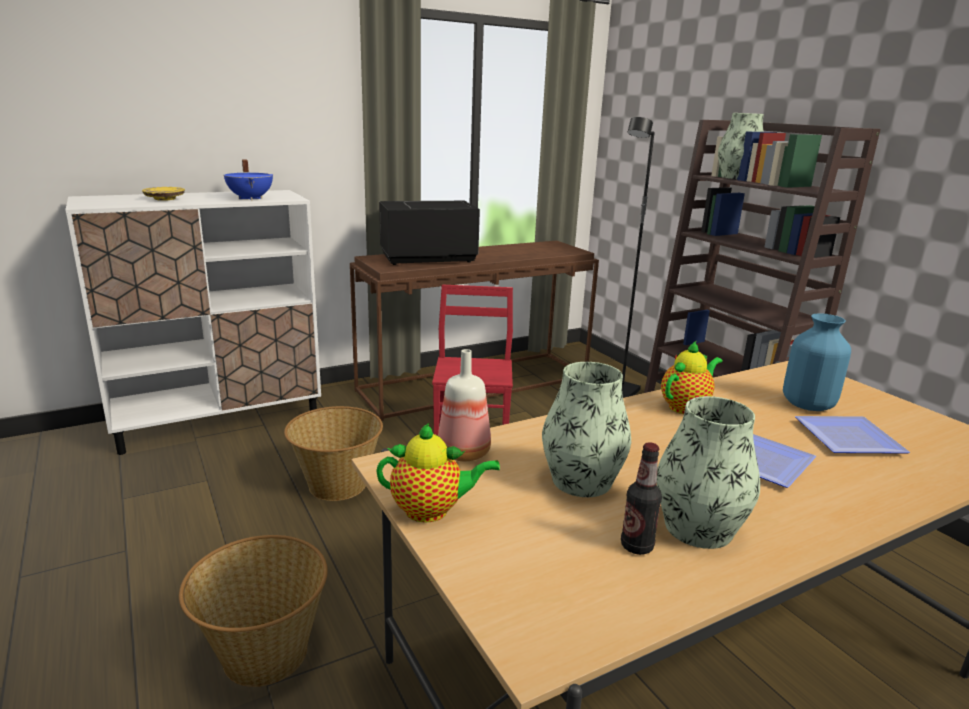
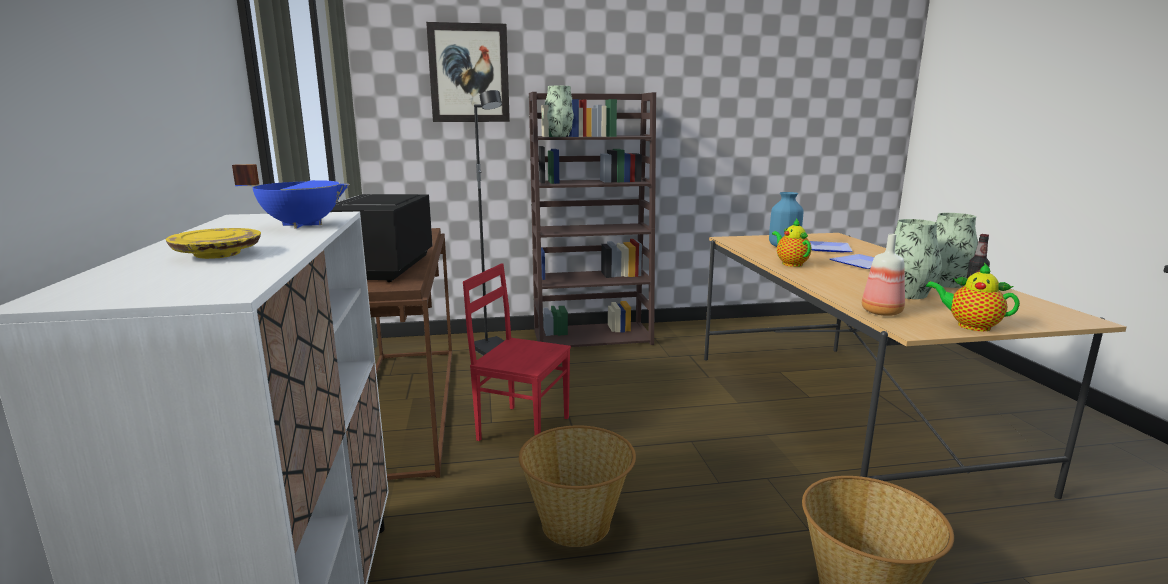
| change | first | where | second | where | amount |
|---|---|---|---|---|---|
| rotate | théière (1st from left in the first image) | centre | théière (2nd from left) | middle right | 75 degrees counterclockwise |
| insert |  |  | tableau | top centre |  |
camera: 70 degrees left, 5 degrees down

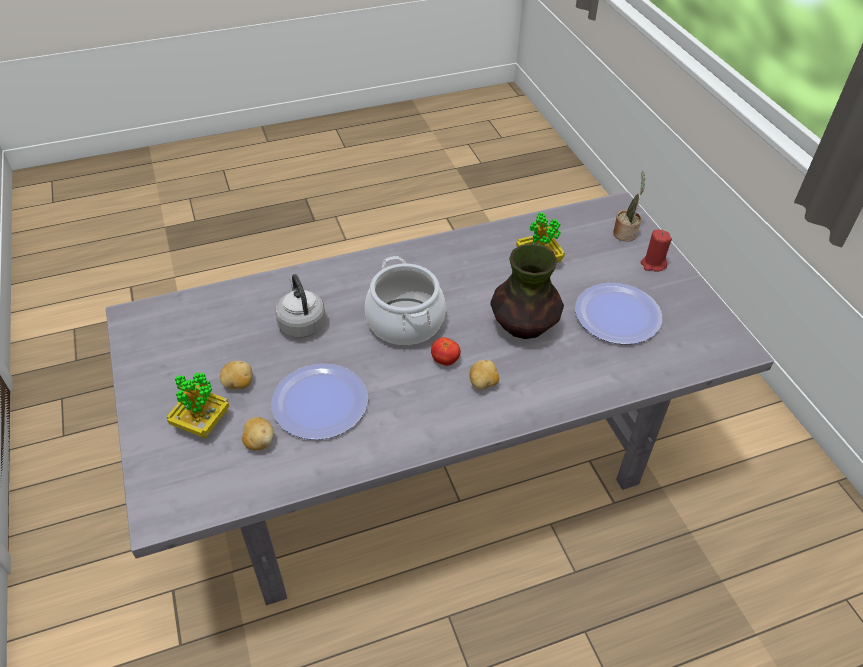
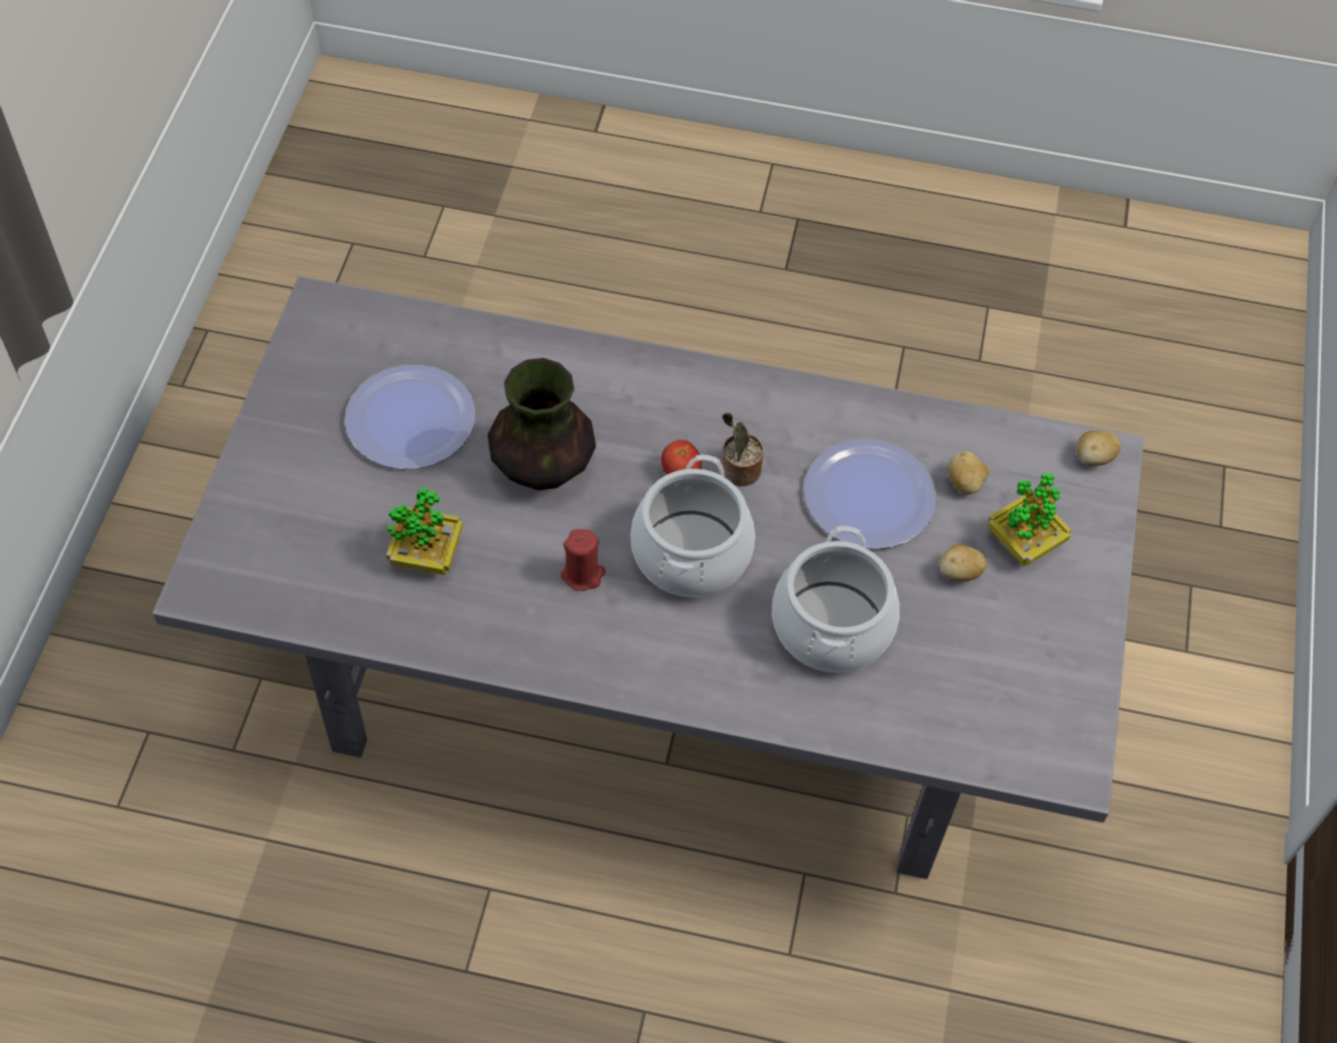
| change | first | where | second | where | amount |
|---|---|---|---|---|---|
| replace | bouilloire (gris) | centre | marmite (2nd from left) | centre |  |
| move | pomme de terre (3rd from left) | centre |  | middle right |  |
| move | plante en pot (3rd from left in the first image) | top right | plante en pot (2nd from left) | centre |  |
| move | bougie (rouge) | middle right |  | centre |  |
camera: 150 degrees left, 10 degrees up

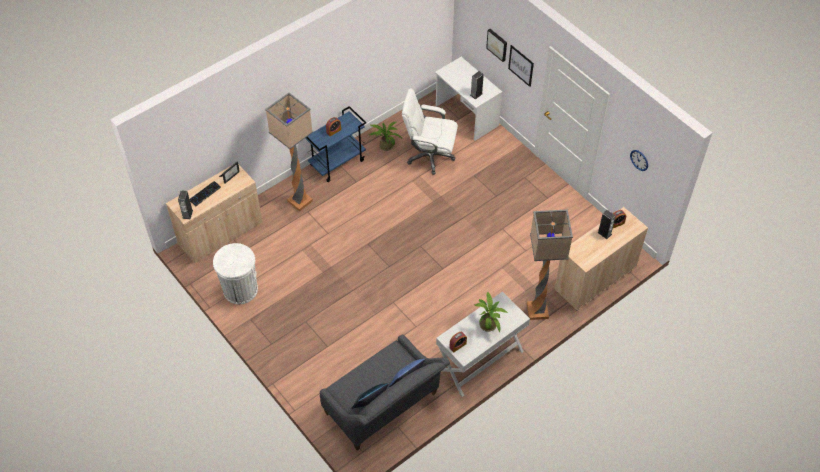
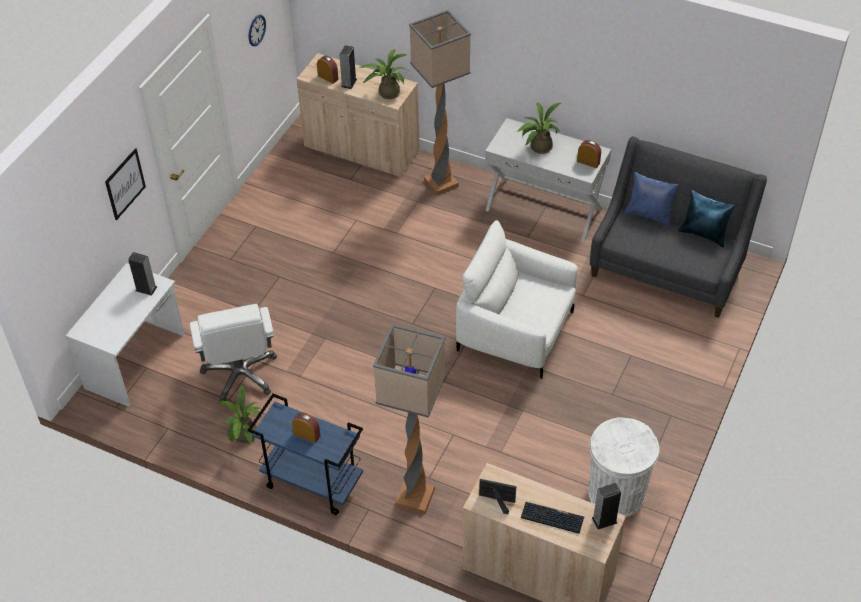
| change | first | where | second | where | amount |
|---|---|---|---|---|---|
| delete | tableau (1st from left) | top centre |  |  |  |
| insert |  |  | plante en pot (2nd from left) | top centre |  |
| insert |  |  | fauteuil (blanc) | centre |  |
camera: 115 degrees left, 5 degrees down

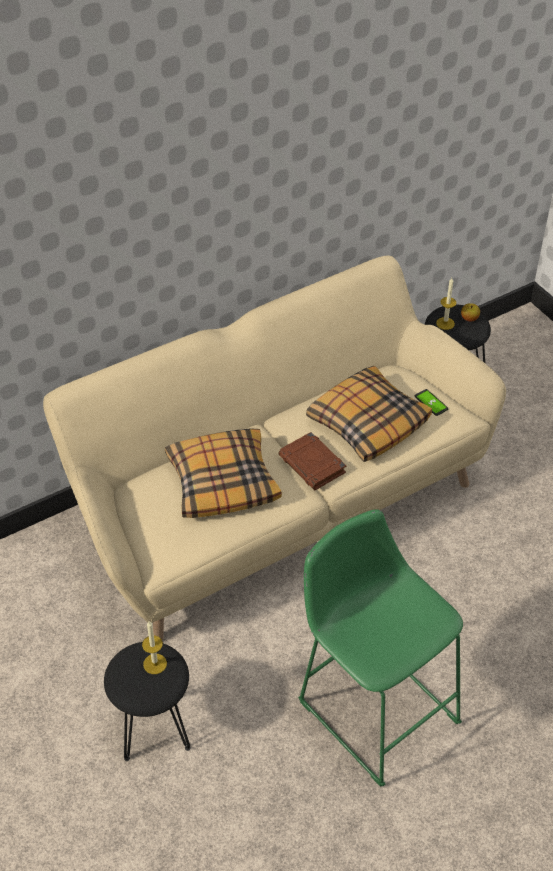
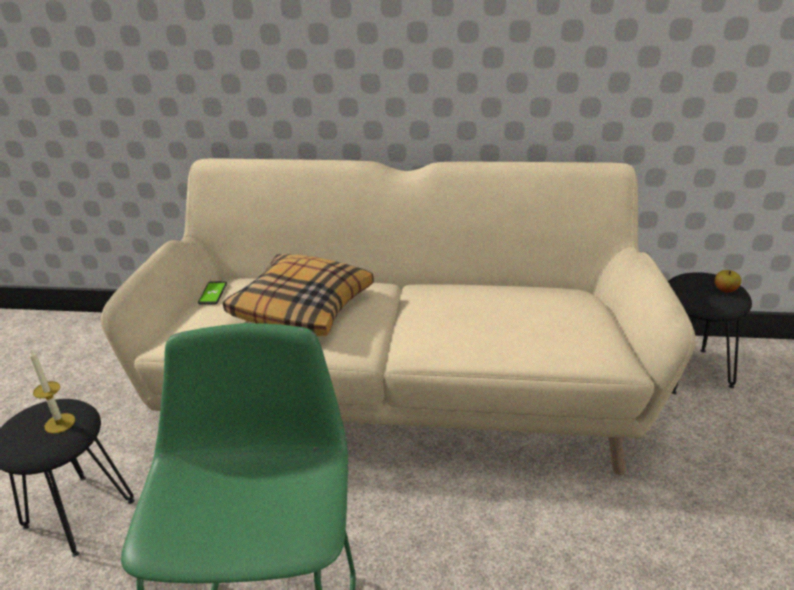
| change | first | where | second | where | amount |
|---|---|---|---|---|---|
| delete | livre (marron) | centre |  |  |  |
| delete | coussin (2nd from left) | middle right |  |  |  |
| move | téléphone | middle right |  | middle left |  |
| delete | bougie (2nd from left) | middle right |  |  |  |
camera: 40 degrees right, 15 degrees down

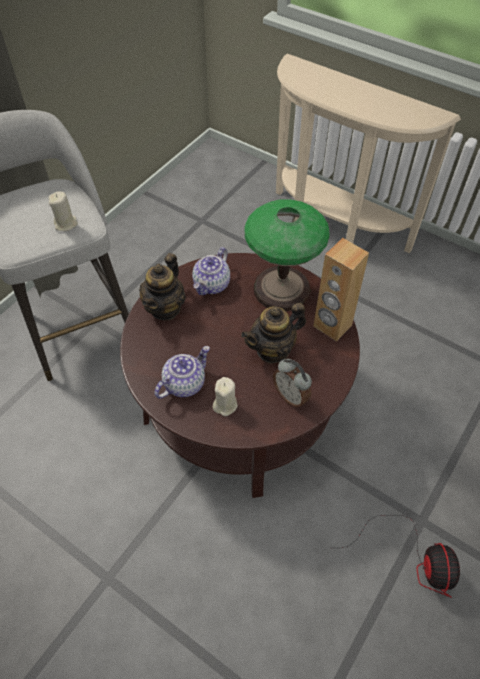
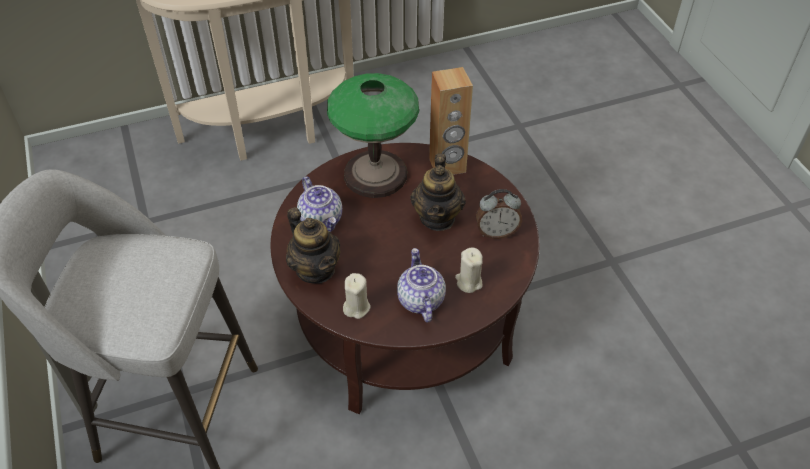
| change | first | where | second | where | amount |
|---|---|---|---|---|---|
| move | bougie (beige) (1st from left) | top left |  | centre |  |
| delete | ventilateur | bottom right |  |  |  |
camera: 55 degrees left, 5 degrees down

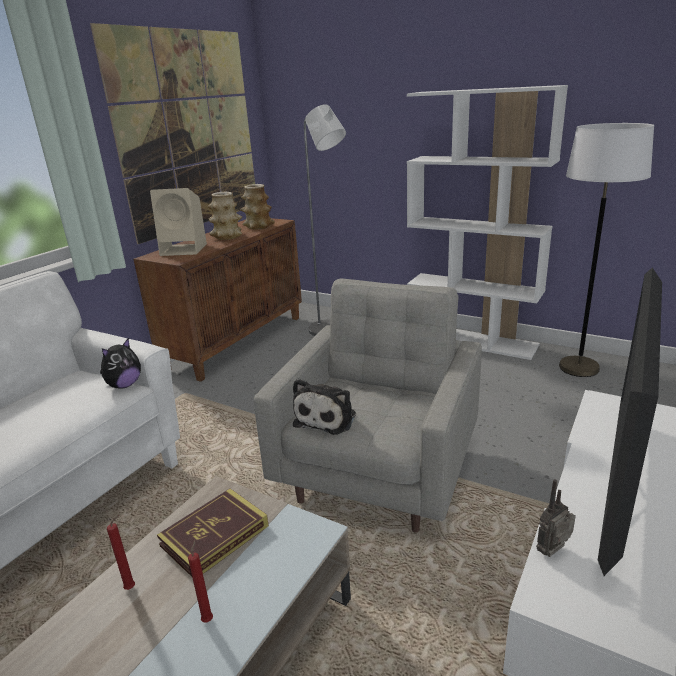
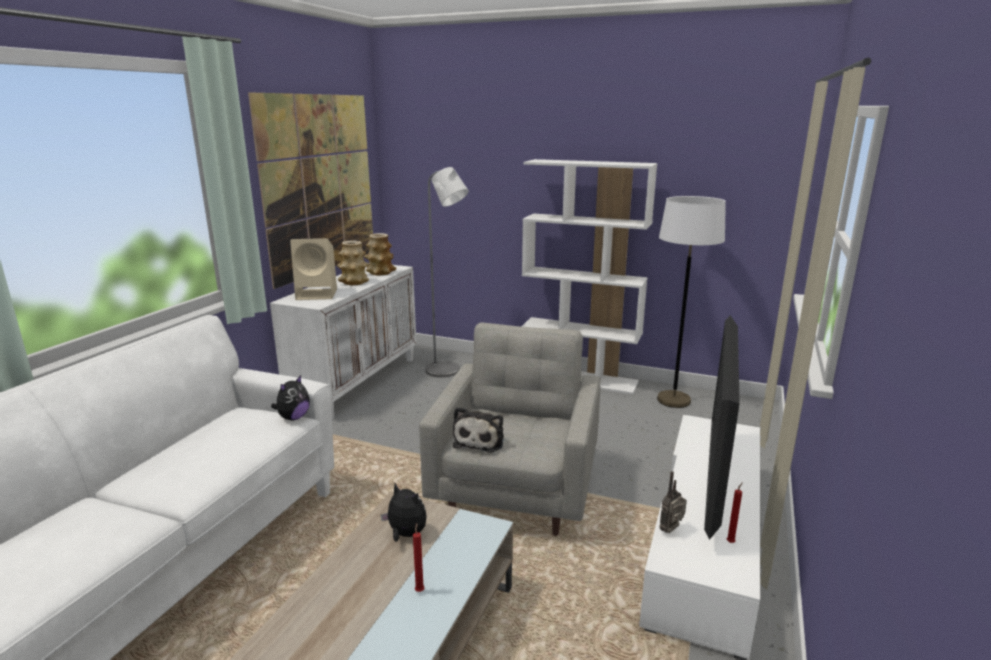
| change | first | where | second | where | amount |
|---|---|---|---|---|---|
| move | bougie (rouge) (1st from left in the first image) | bottom left | bougie (rouge) (2nd from left) | bottom right |  |
| recolor | meuble de rangement (marron) | middle left | meuble de rangement (blanc) | centre |  |
| replace | livre | bottom left | peluche (2nd from left) | bottom centre |  |
camera: 10 degrees left, 5 degrees down

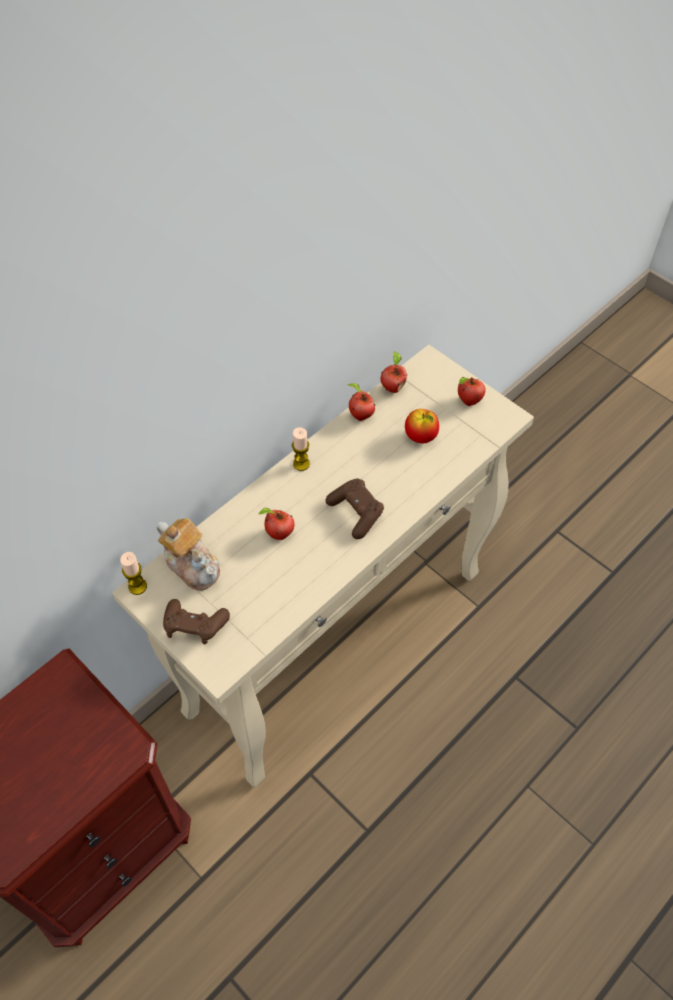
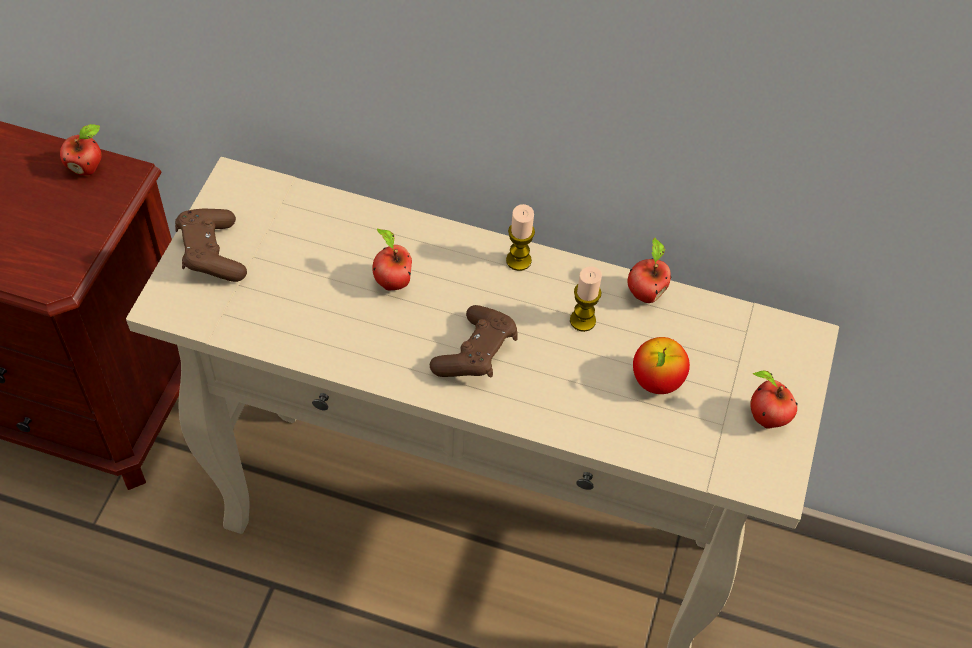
| change | first | where | second | where | amount |
|---|---|---|---|---|---|
| move | bougie (1st from left in the first image) | middle left | bougie (2nd from left) | centre |  |
| delete | théière | middle left |  |  |  |
| move | pomme (3rd from left in the first image) | centre | pomme (1st from left) | top left |  |
camera: 60 degrees right, 0 degrees up

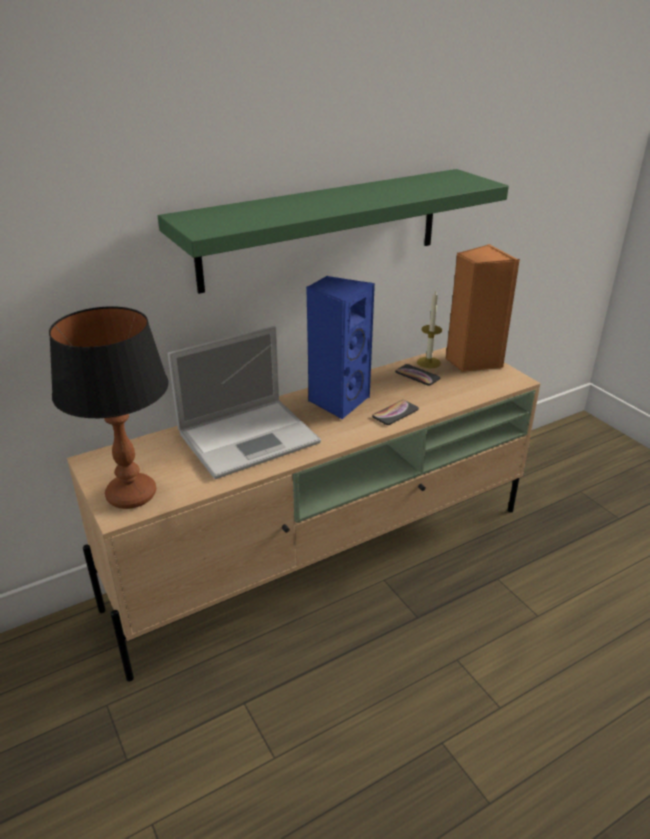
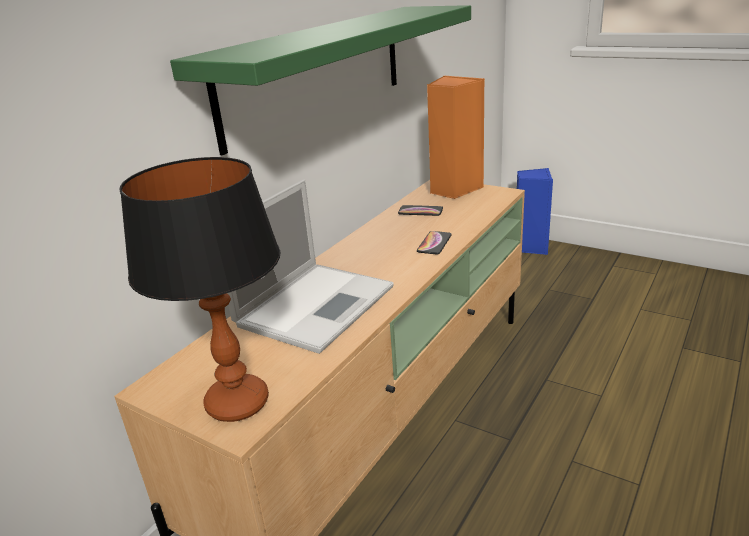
| change | first | where | second | where | amount |
|---|---|---|---|---|---|
| move | enceinte (bleu) | centre |  | middle right |  |
| delete | bougie | centre |  |  |  |
camera: 25 degrees left, 5 degrees down

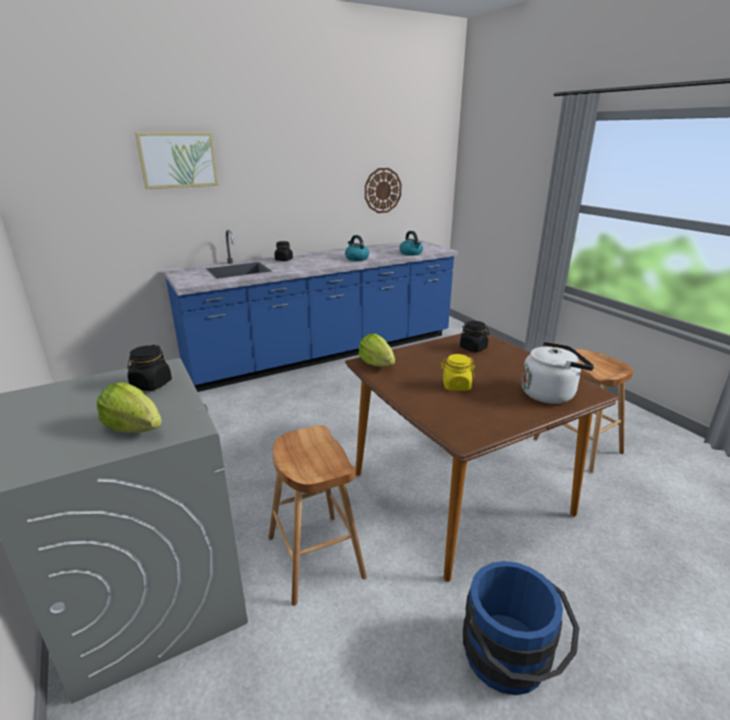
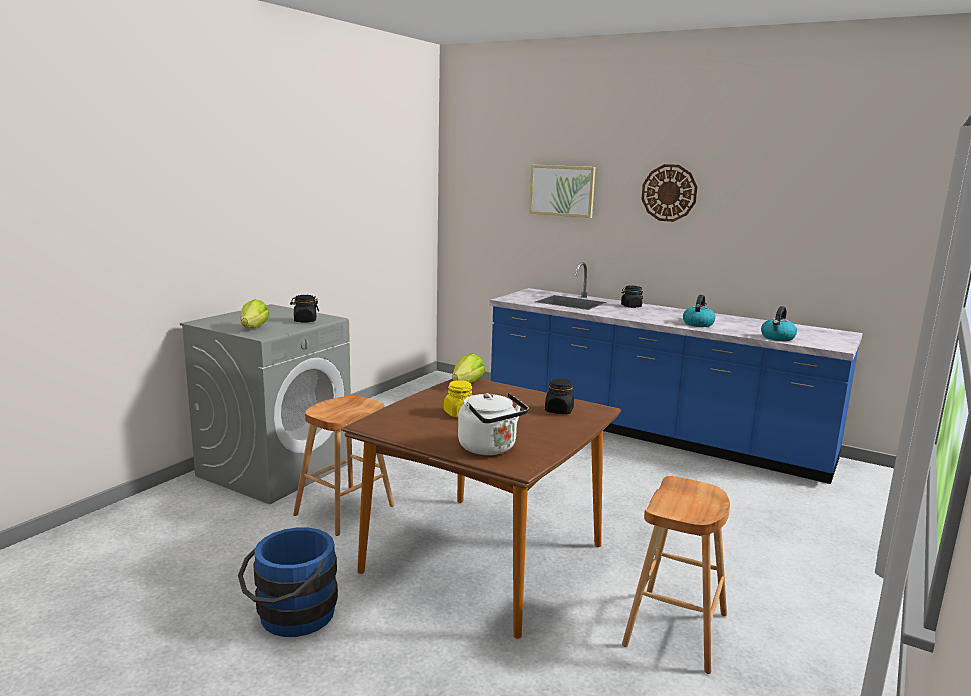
| change | first | where | second | where | amount |
|---|---|---|---|---|---|
| move | horloge murale | top centre |  | top right |  |
camera: 60 degrees right, 10 degrees down

